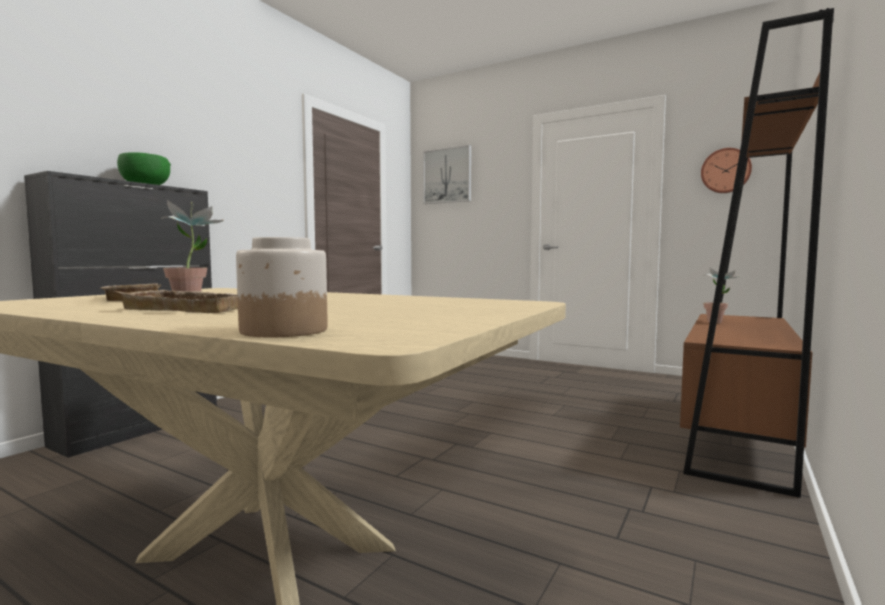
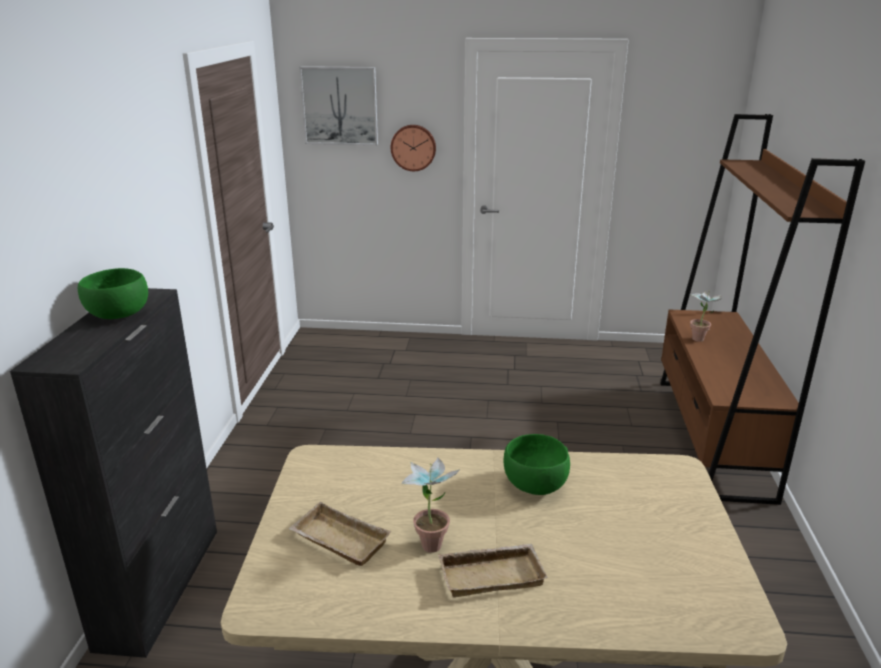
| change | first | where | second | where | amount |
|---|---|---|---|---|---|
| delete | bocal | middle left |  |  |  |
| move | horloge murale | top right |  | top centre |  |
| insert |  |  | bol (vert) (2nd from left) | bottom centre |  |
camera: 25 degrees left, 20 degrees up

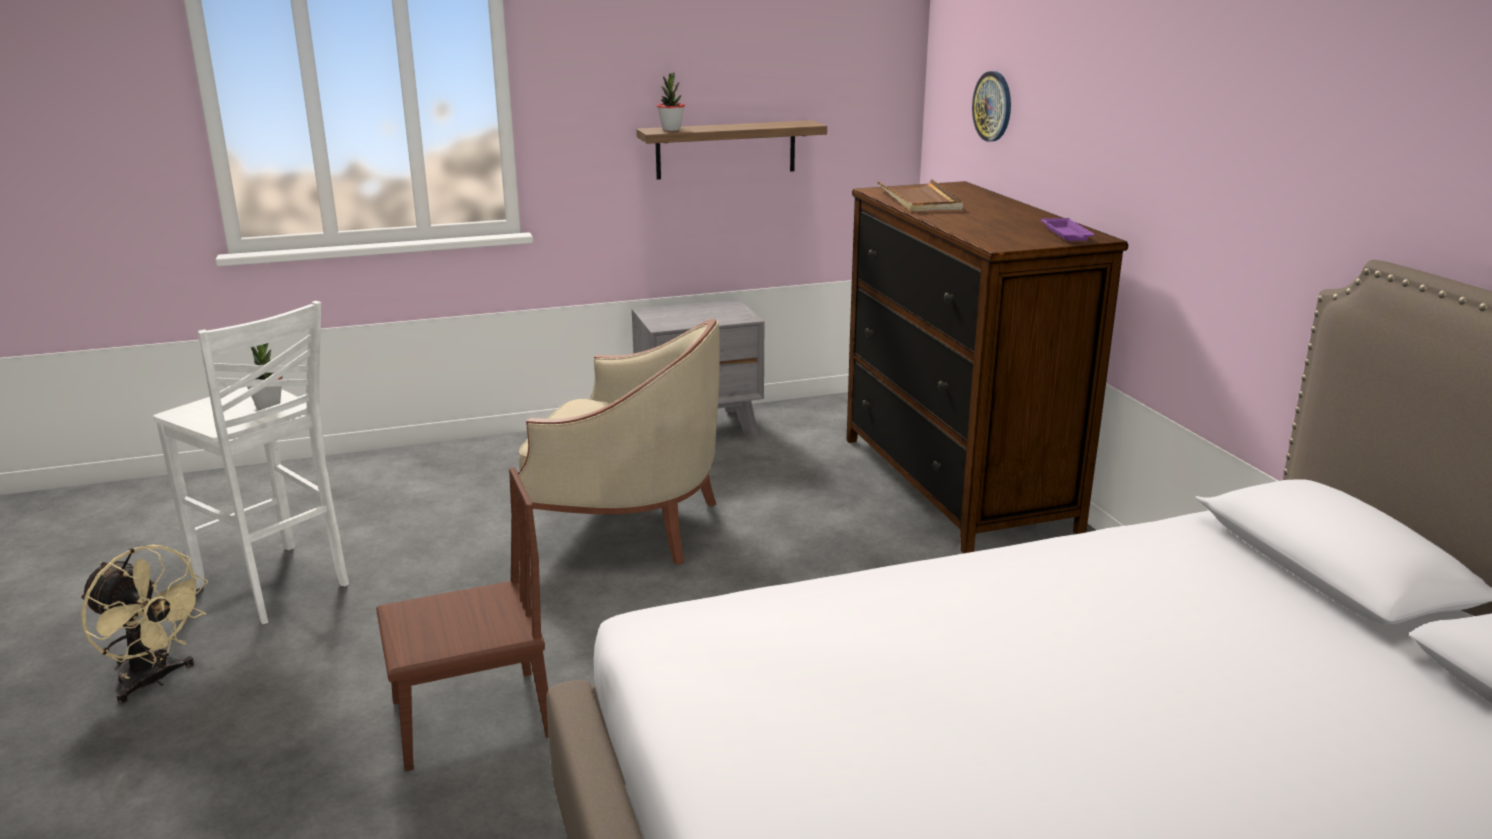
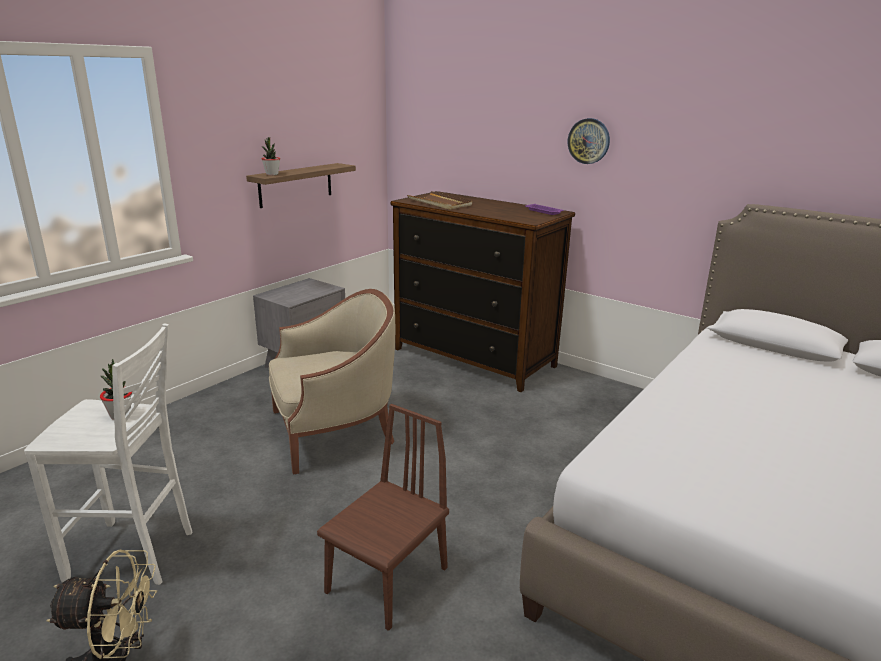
| change | first | where | second | where | amount |
|---|---|---|---|---|---|
| move | horloge murale | top centre |  | top right |  |
camera: 35 degrees left, 0 degrees up

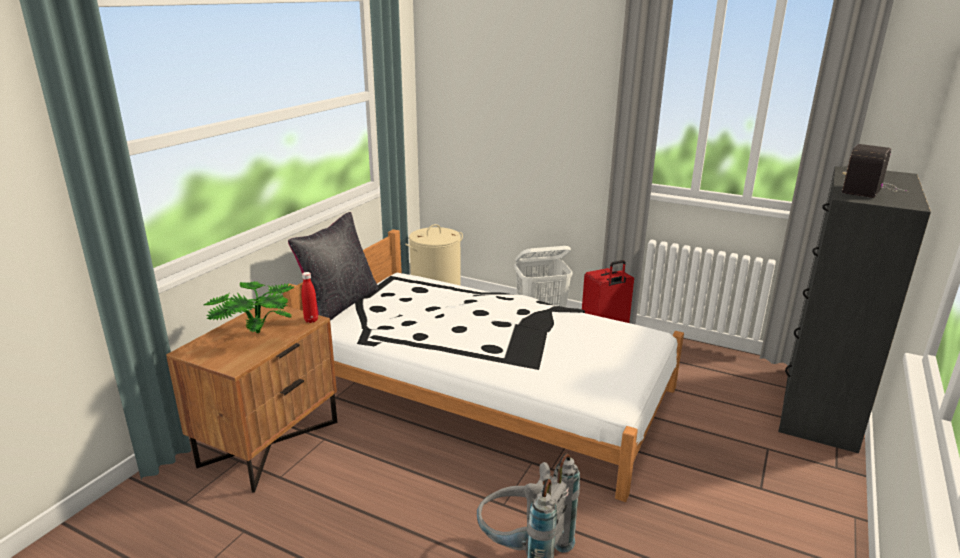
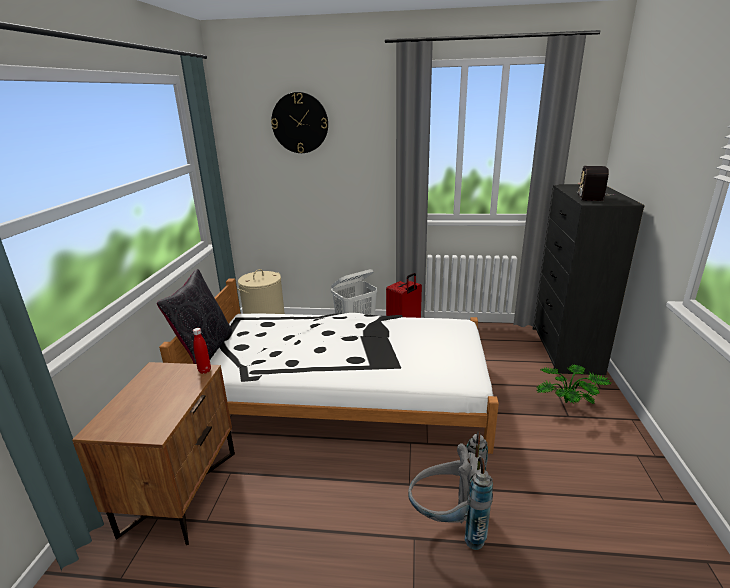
| change | first | where | second | where | amount |
|---|---|---|---|---|---|
| move | plante en pot | middle left |  | middle right |  |
| insert |  |  | horloge murale | top centre |  |
camera: 20 degrees left, 0 degrees up

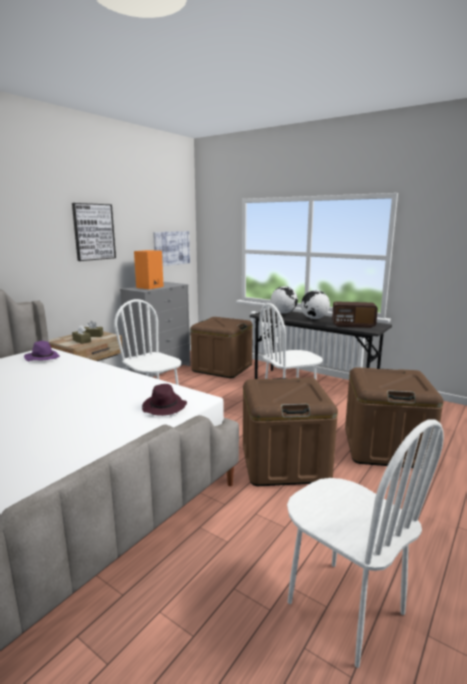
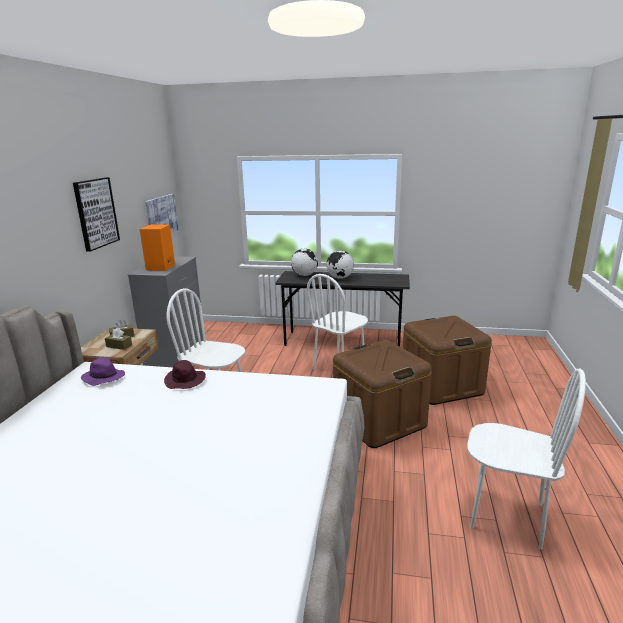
| change | first | where | second | where | amount |
|---|---|---|---|---|---|
| move | chapeau (violet) (2nd from left) | centre |  | middle left |  |
| delete | boîte de rangement (marron) (1st from left) | centre |  |  |  |
| delete | radio | middle right |  |  |  |
camera: 25 degrees left, 5 degrees up

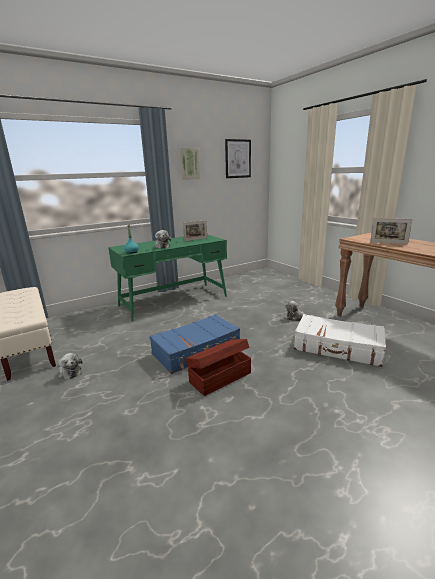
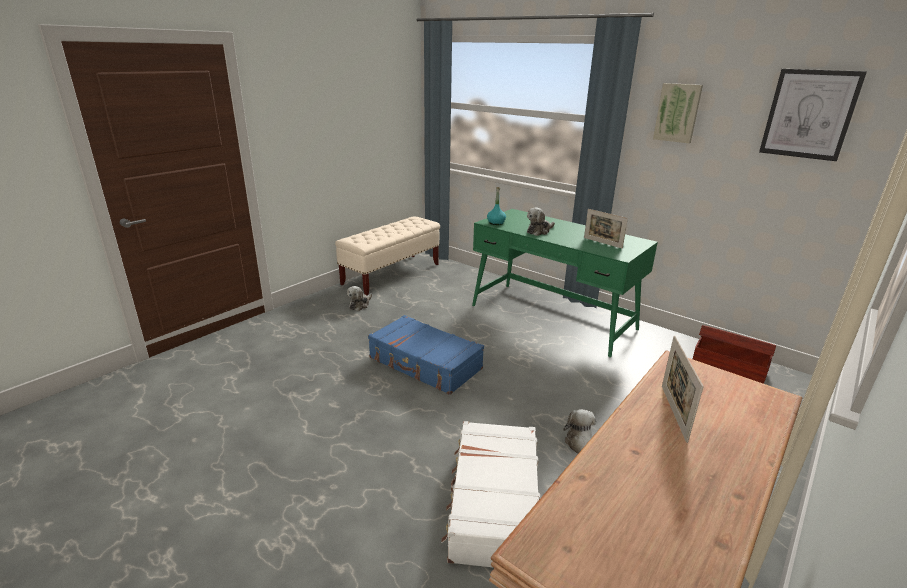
| change | first | where | second | where | amount |
|---|---|---|---|---|---|
| move | boîte de rangement (marron) | centre |  | middle right |  |
camera: 70 degrees right, 5 degrees up

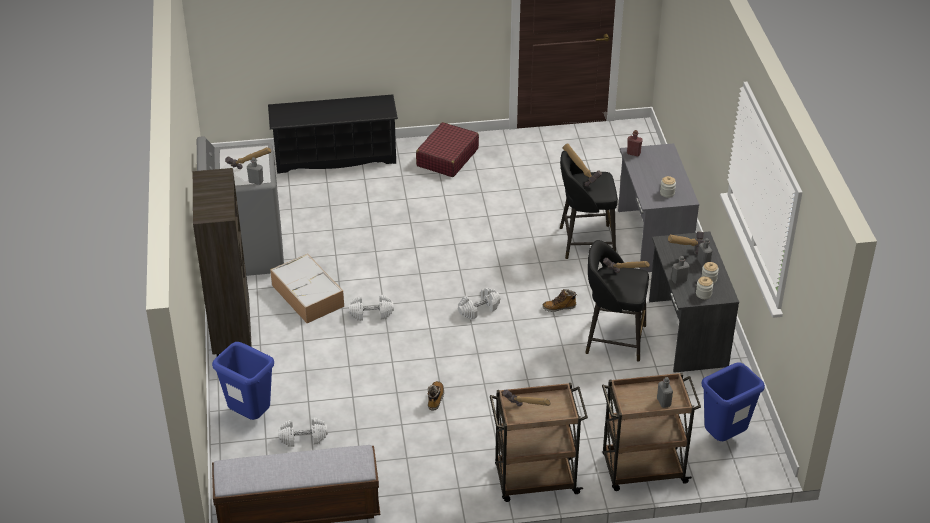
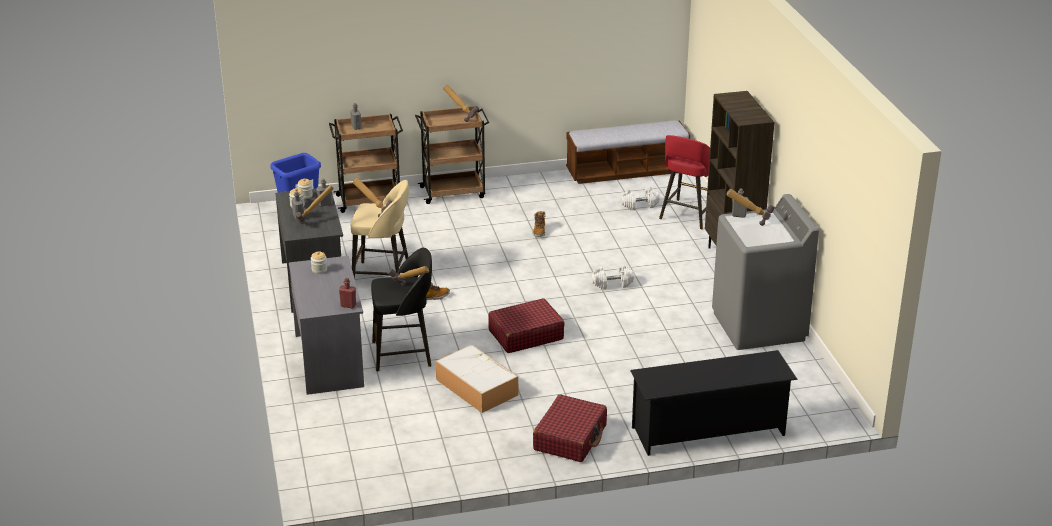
| change | first | where | second | where | amount |
|---|---|---|---|---|---|
| replace | poubelle (bleu) (1st from left) | bottom left | tabouret (rouge) | centre |  |
| move | boîte de rangement | middle left |  | bottom centre |  |
| delete | haltère (blanc) (3rd from left) | centre |  |  |  |
| recolor | tabouret (noir) (2nd from left) | centre | tabouret (beige) | centre |  |
| insert |  |  | valise (rouge) (1st from left) | centre |  |
camera: 175 degrees right, 10 degrees down

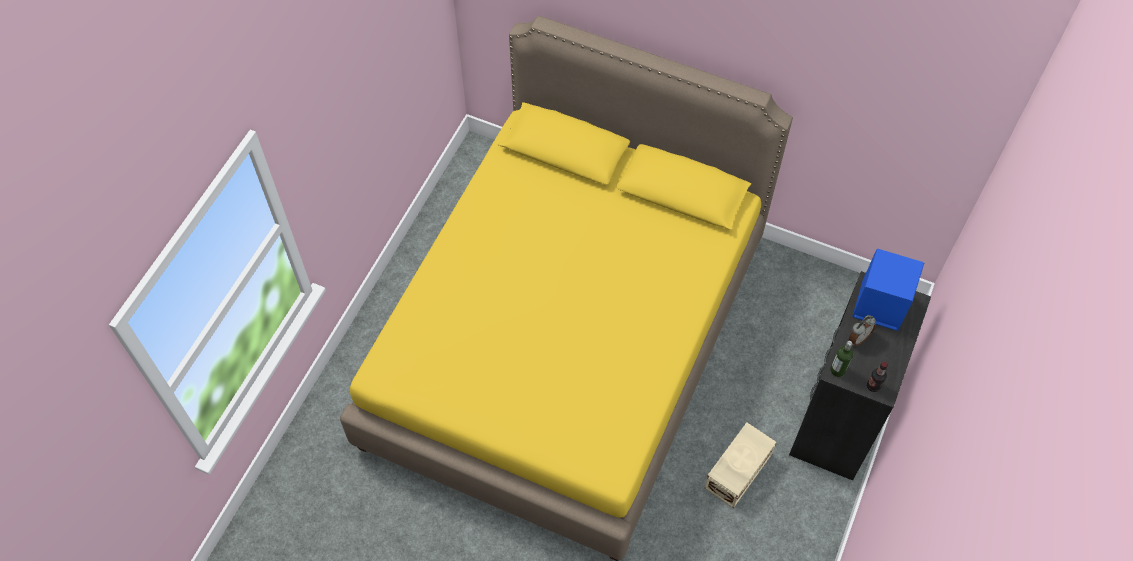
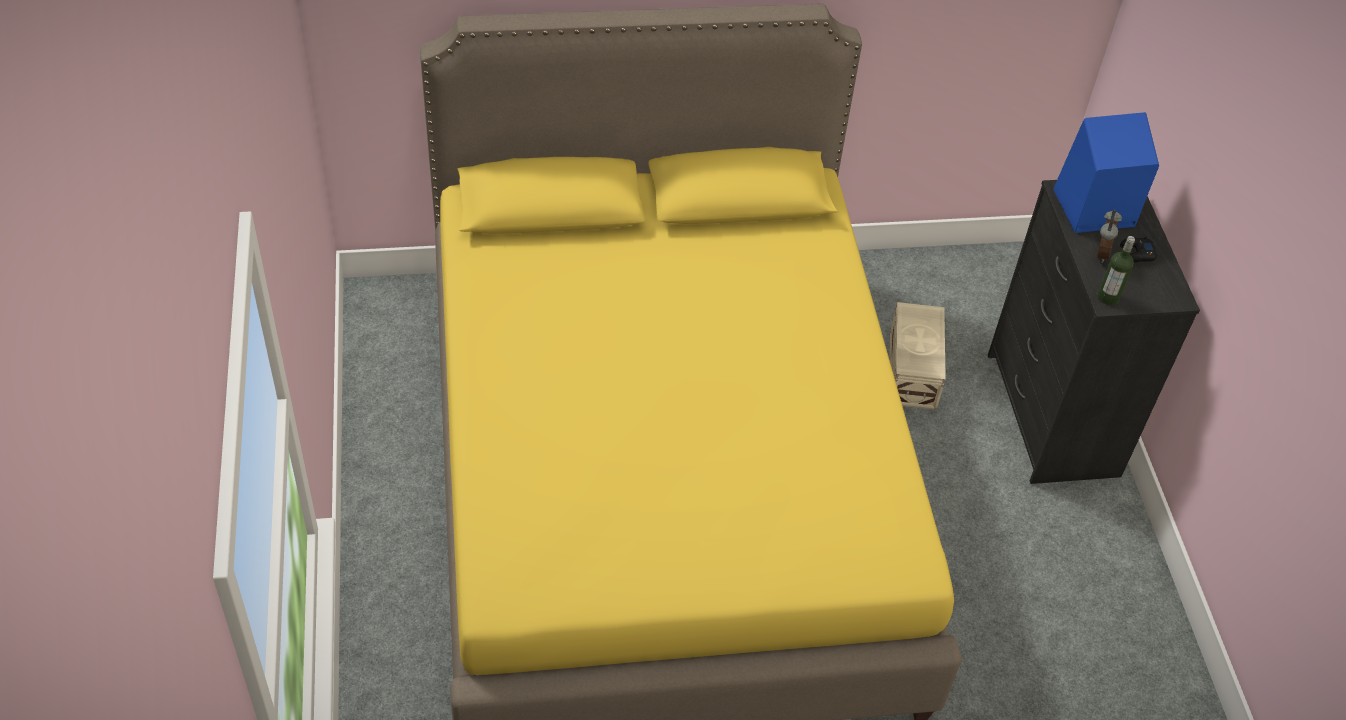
| change | first | where | second | where | amount |
|---|---|---|---|---|---|
| move | boîte de rangement (beige) | bottom centre |  | middle right |  |
| delete | bouteille (2nd from left) | bottom right |  |  |  |
| insert |  |  | manette (noir) | middle right |  |
camera: 35 degrees left, 10 degrees down

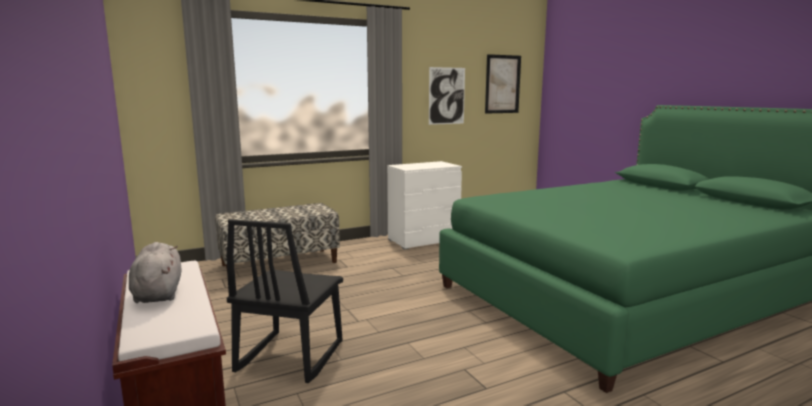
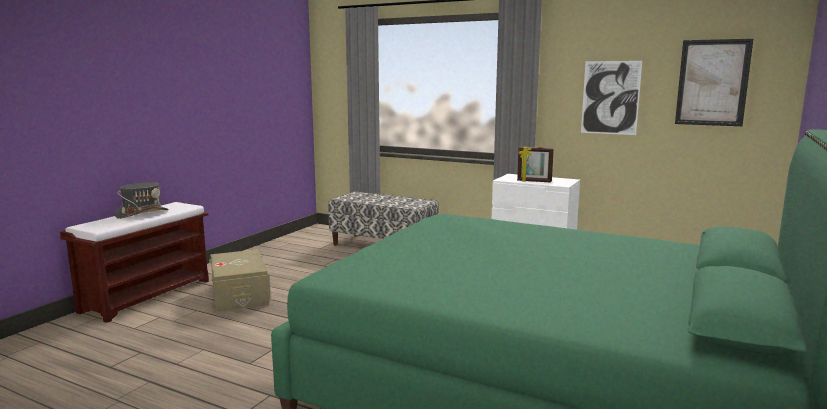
| change | first | where | second | where | amount |
|---|---|---|---|---|---|
| replace | peluche (gris) | bottom left | chapeau (gris) | middle left |  |
| replace | chaise (noir) | bottom centre | boîte de rangement (beige) | bottom left |  |
| insert |  |  | cadre photo | centre |  |
camera: 55 degrees right, 0 degrees up

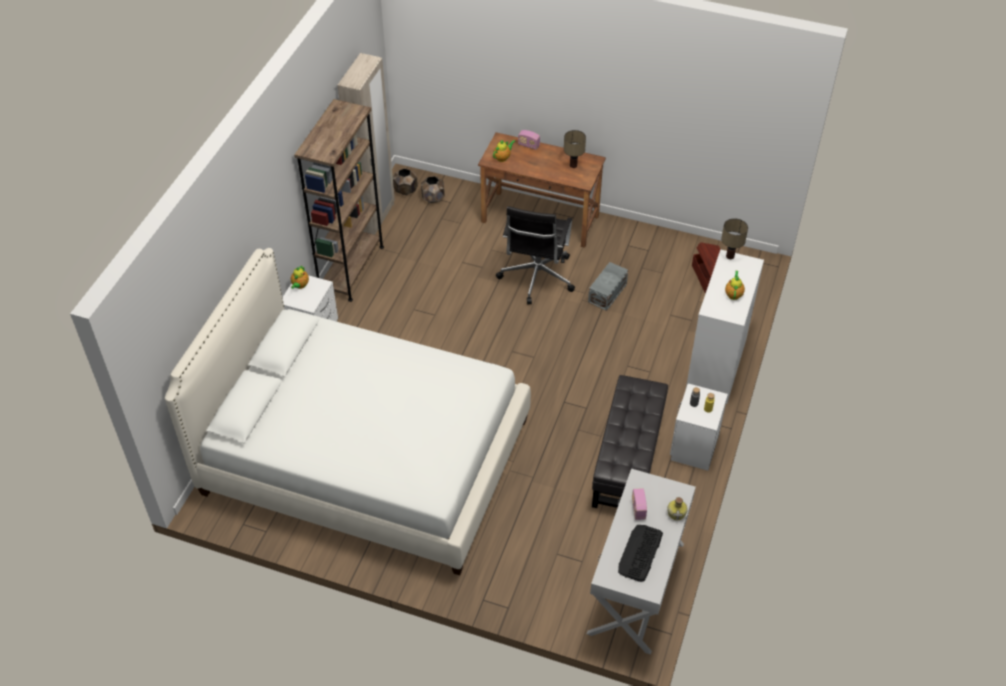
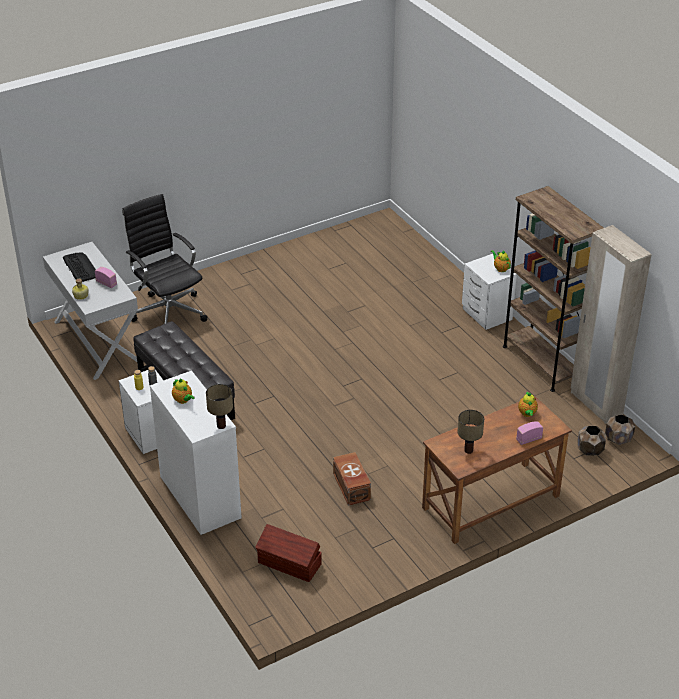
| change | first | where | second | where | amount |
|---|---|---|---|---|---|
| delete | lit (blanc) | centre |  |  |  |
| move | chaise de bureau (noir) | centre |  | middle left |  |
| recolor | boîte de rangement (gris) | centre | boîte de rangement (marron) (2nd from left) | bottom centre |  |
camera: 130 degrees right, 10 degrees down

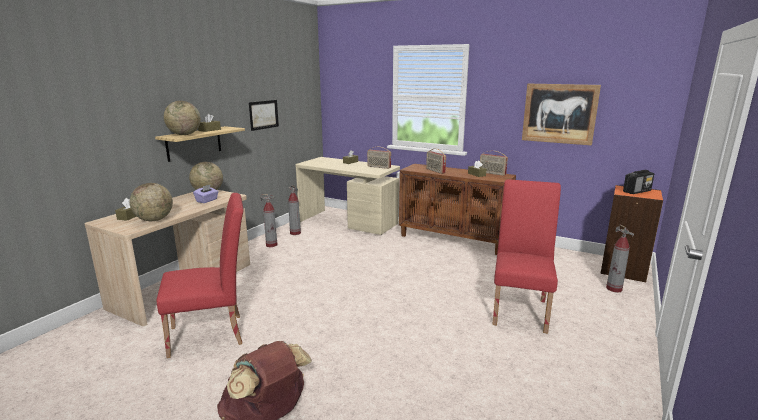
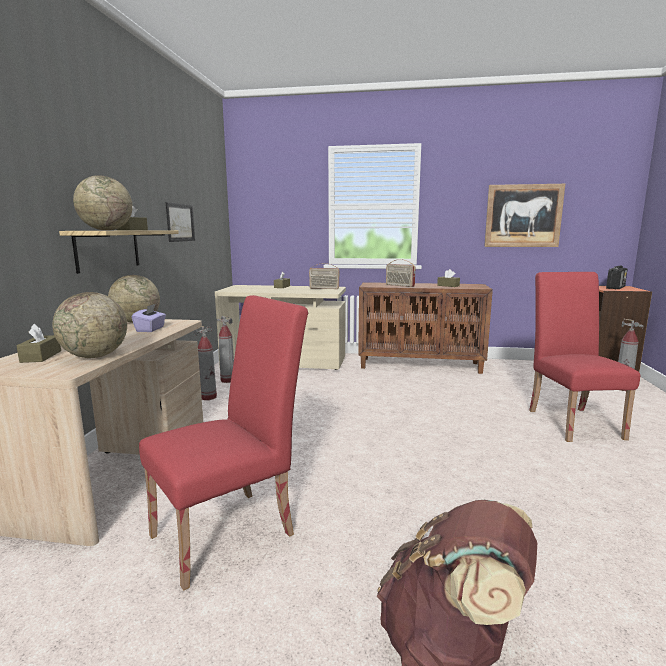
| change | first | where | second | where | amount |
|---|---|---|---|---|---|
| delete | radio (3rd from left) | centre |  |  |  |
camera: 20 degrees left, 5 degrees down

